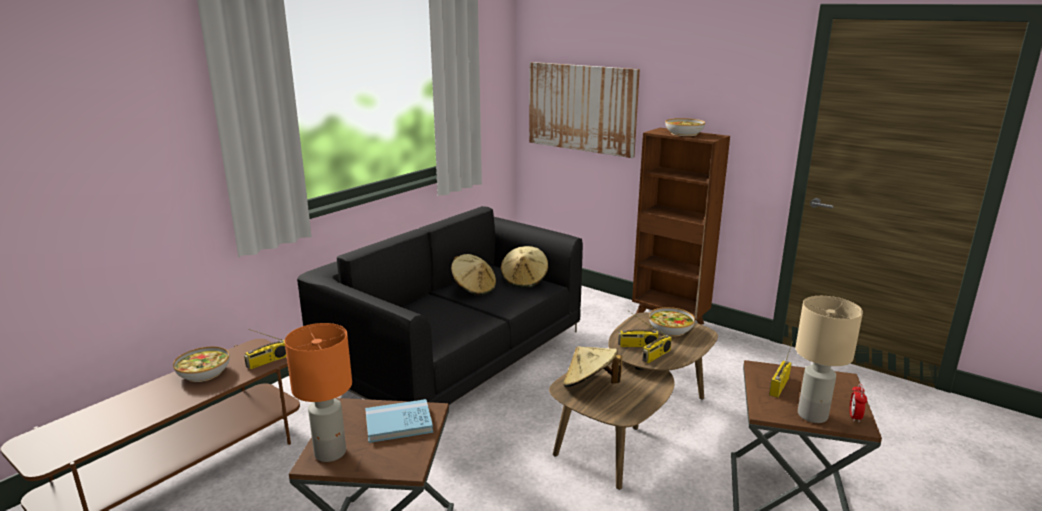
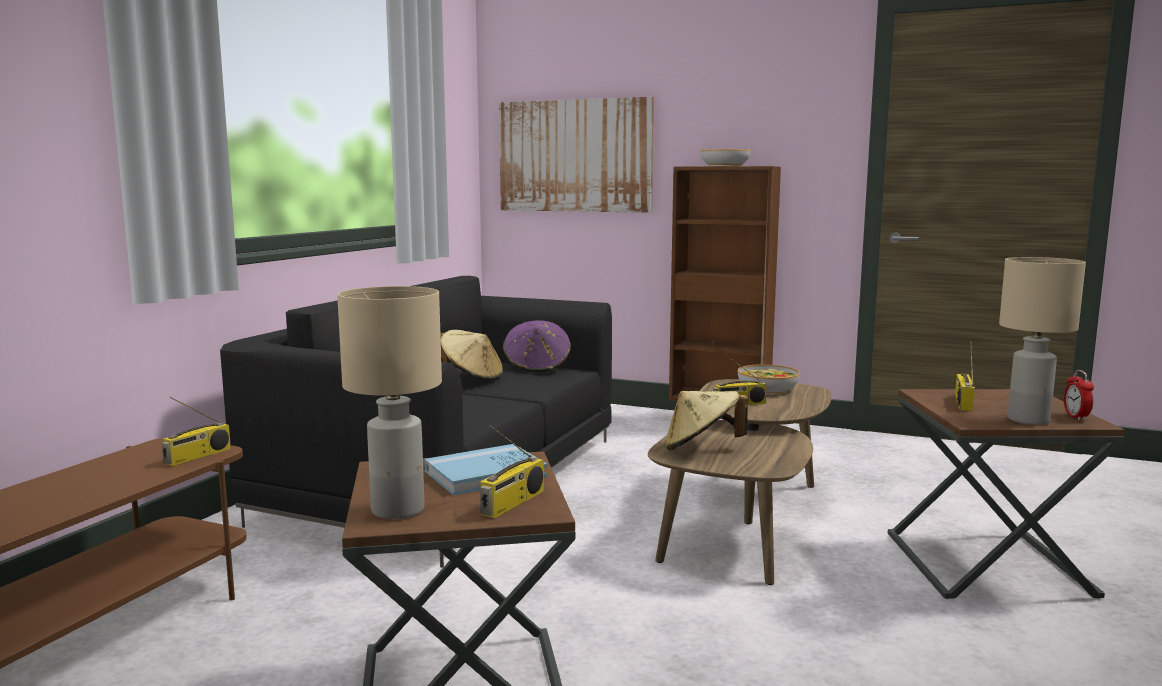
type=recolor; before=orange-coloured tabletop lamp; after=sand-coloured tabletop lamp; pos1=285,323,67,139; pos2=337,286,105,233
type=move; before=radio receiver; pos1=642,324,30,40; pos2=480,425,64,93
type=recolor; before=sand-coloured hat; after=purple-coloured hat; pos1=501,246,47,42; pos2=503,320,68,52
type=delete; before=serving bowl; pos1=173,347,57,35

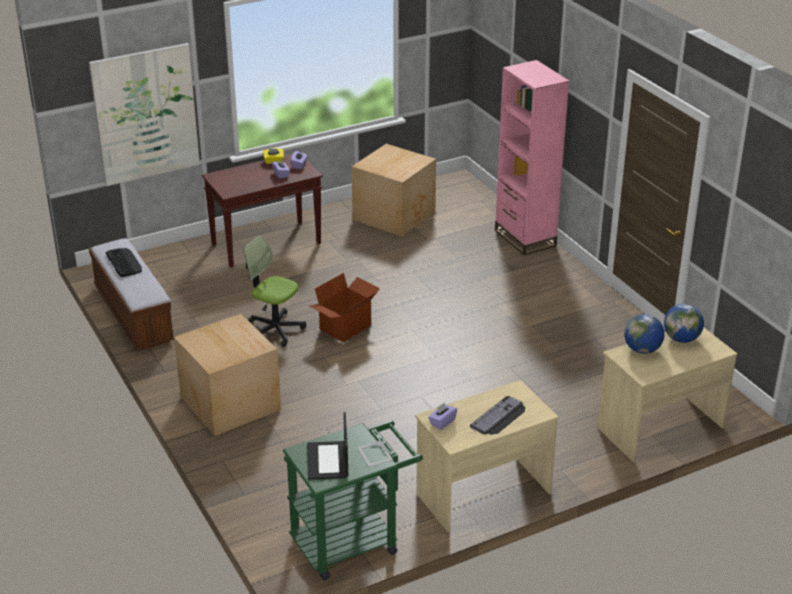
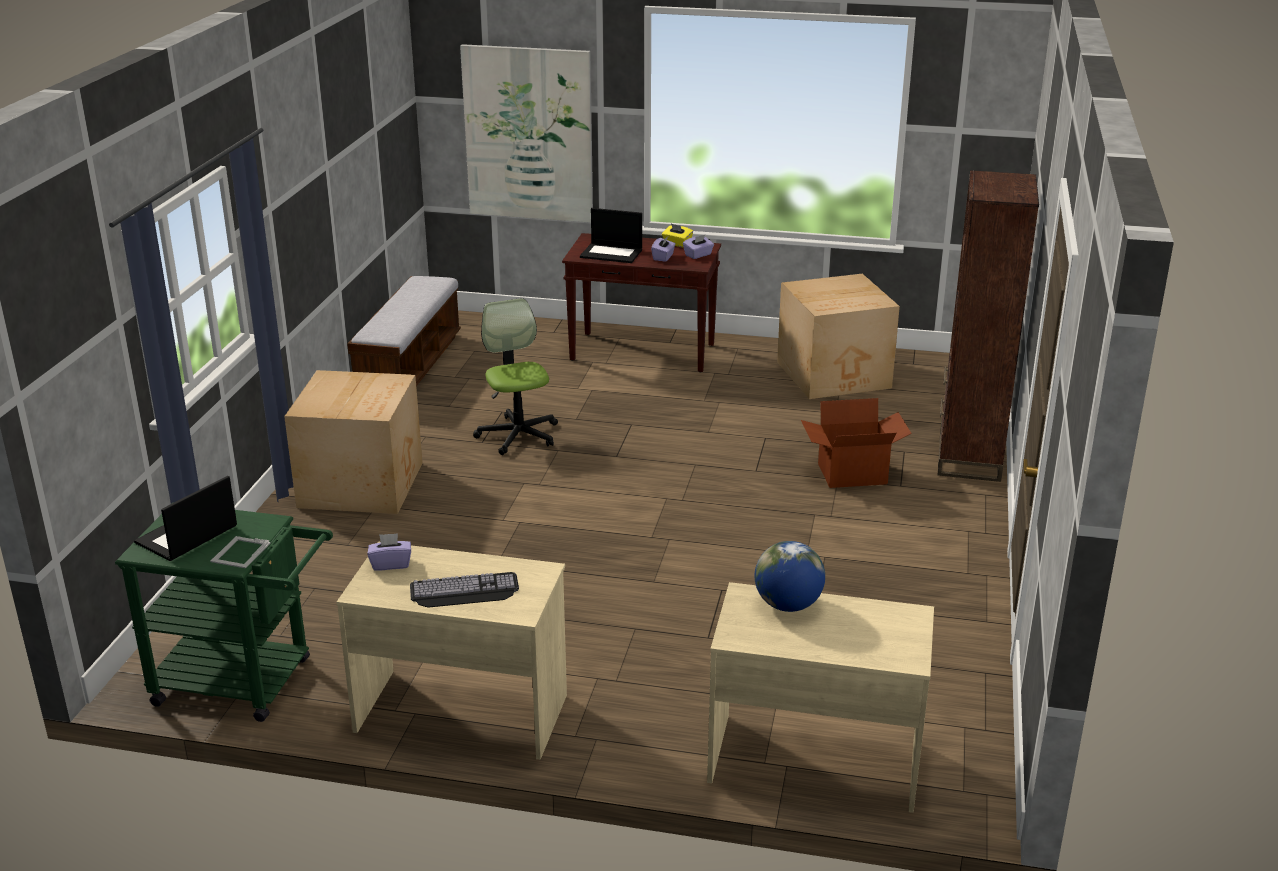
type=insert; after=laptop; pos2=580,208,62,55
type=move; before=cardboard box; pos1=309,273,71,69; pos2=801,398,111,90
type=recolor; before=pink shelving unit; after=brown-coloured shelving unit; pos1=495,60,74,195; pos2=938,170,101,312
type=delete; before=PC keyboard; pos1=106,248,36,29
type=delete; before=desk globe; pos1=664,304,40,39

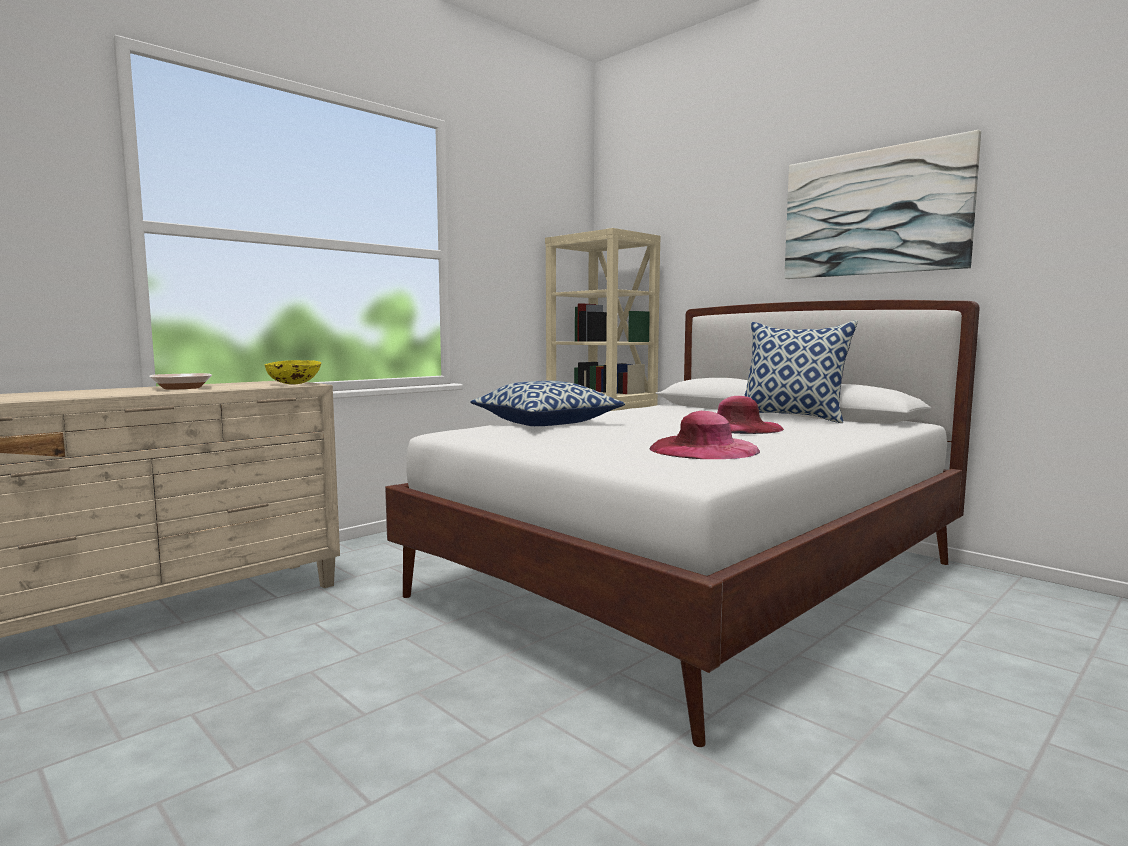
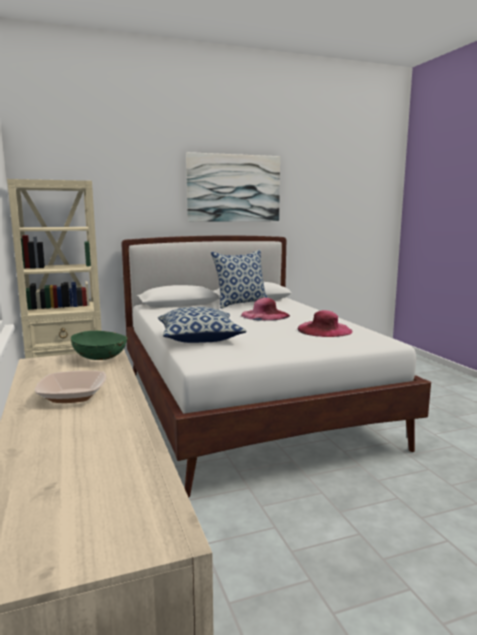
type=recolor; before=yellow-coloured serving bowl; after=green serving bowl; pos1=264,360,57,25; pos2=71,331,56,29

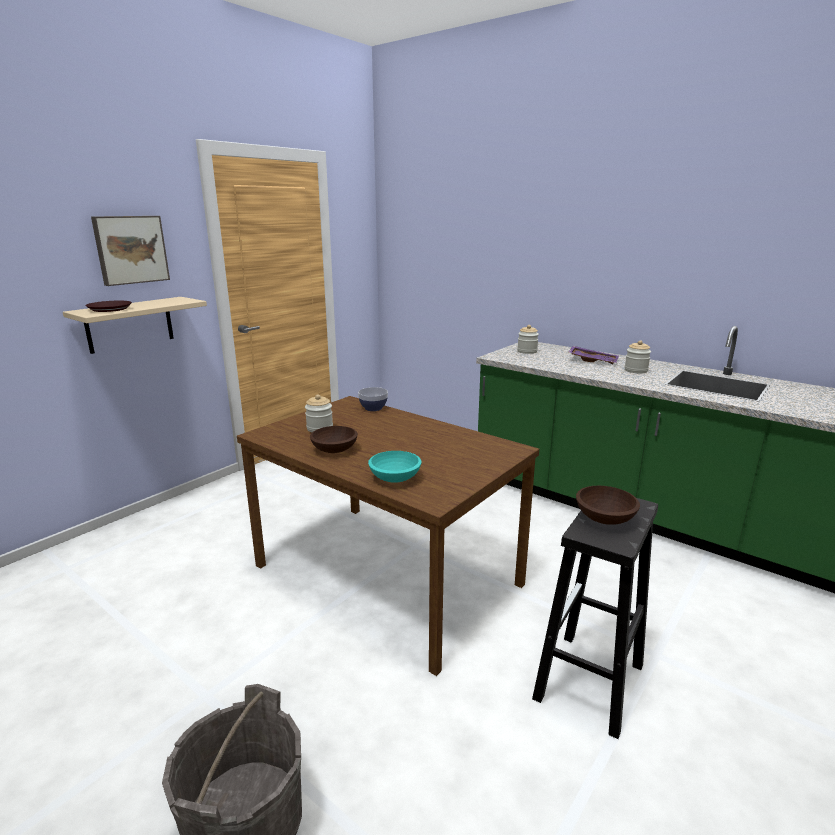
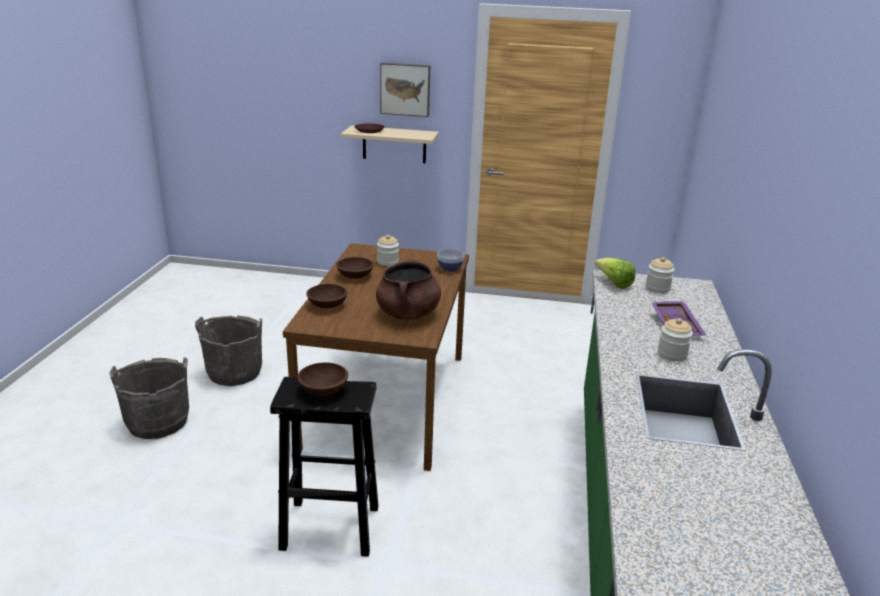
type=insert; after=gray water bucket; pos2=195,316,67,70
type=recolor; before=turquoise serving bowl; after=brown-coloured serving bowl; pos1=368,451,53,32; pos2=306,284,41,24
type=insert; after=brown-coloured stockpot; pos2=376,258,65,62
type=insert; after=head of lettuce; pos2=595,258,41,31

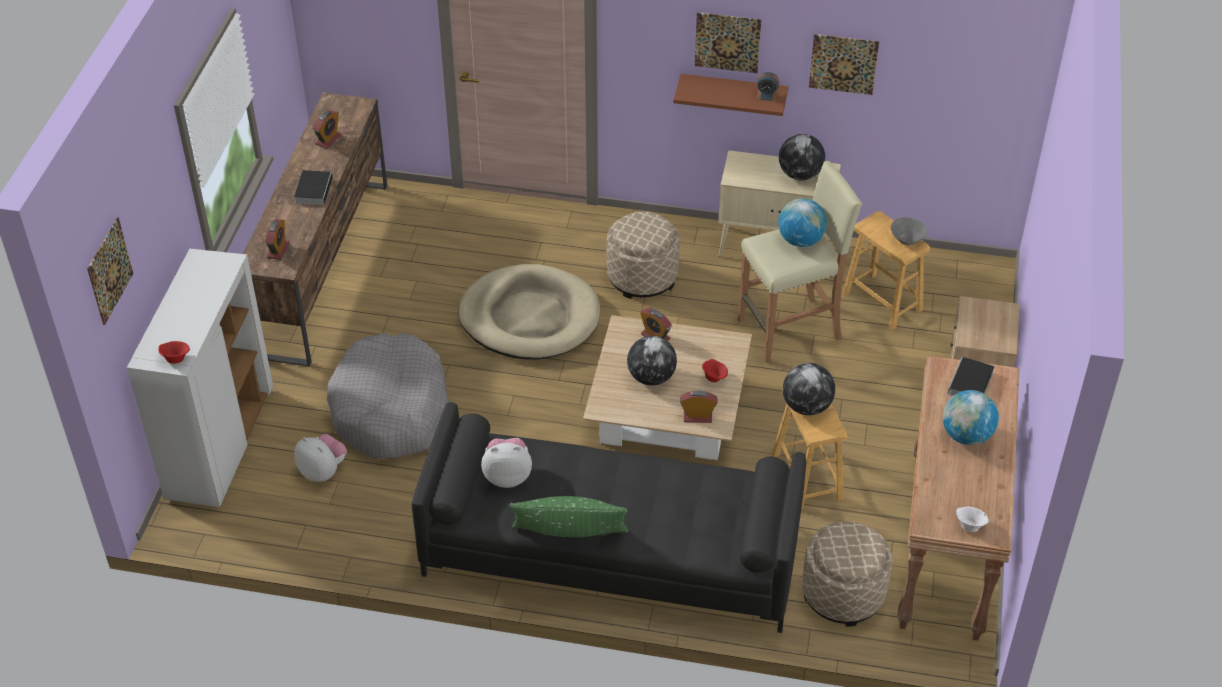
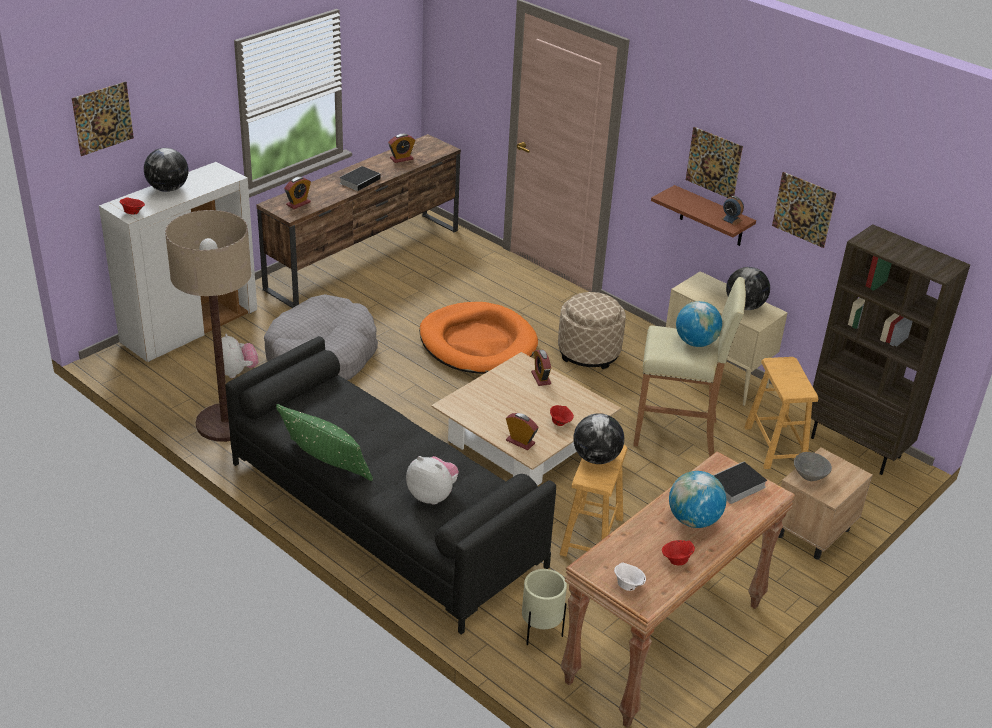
type=move; before=desk globe; pos1=627,336,50,50; pos2=144,148,45,44
type=insert; after=standing lamp; pos2=165,210,86,232
type=move; before=cuddly toy; pos1=481,438,51,50; pos2=406,456,53,49
type=recolor; before=sand-coloured dog cushion; after=orange-coloured dog cushion; pos1=458,264,142,96; pos2=419,302,119,72
type=replace; before=sand-coloured footrest; after=sand-coloured planter; pos1=802,522,90,104; pos2=522,569,45,76
type=insert; after=red-coloured serving bowl; pos2=662,540,33,25
type=move; before=gray serving bowl; pos1=891,217,36,28; pos2=794,452,38,29
type=insert; after=brown-coloured shelving unit; pos2=811,224,159,251

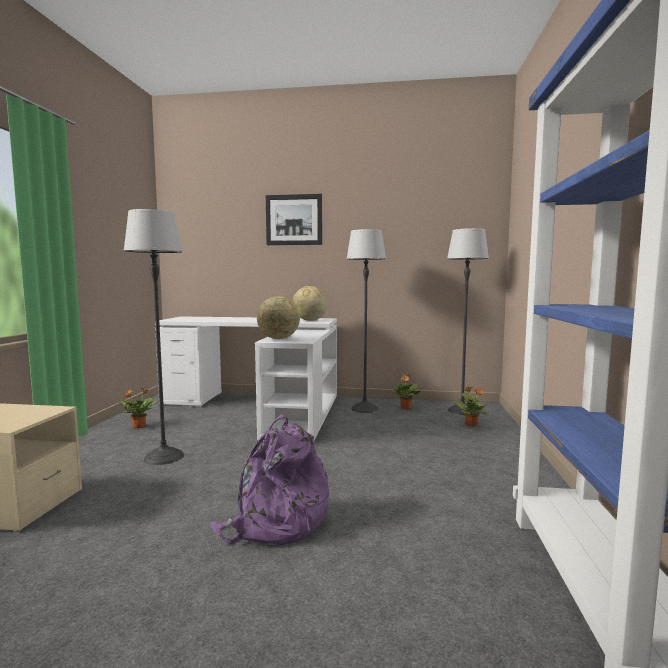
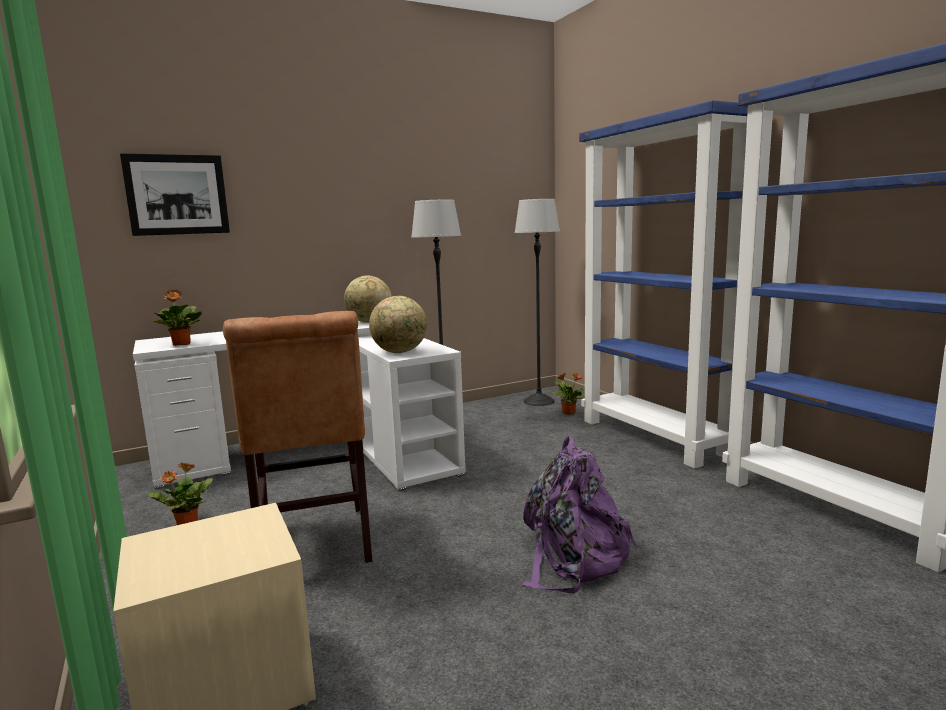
type=move; before=wall art; pos1=266,194,56,51; pos2=120,153,110,83
type=move; before=potted plant; pos1=393,373,28,36; pos2=153,290,49,56
type=replace; before=standing lamp; after=brown-coloured chair; pos1=124,209,60,256; pos2=223,311,149,252
type=insert; after=blue shelving unit; pos2=579,100,169,369

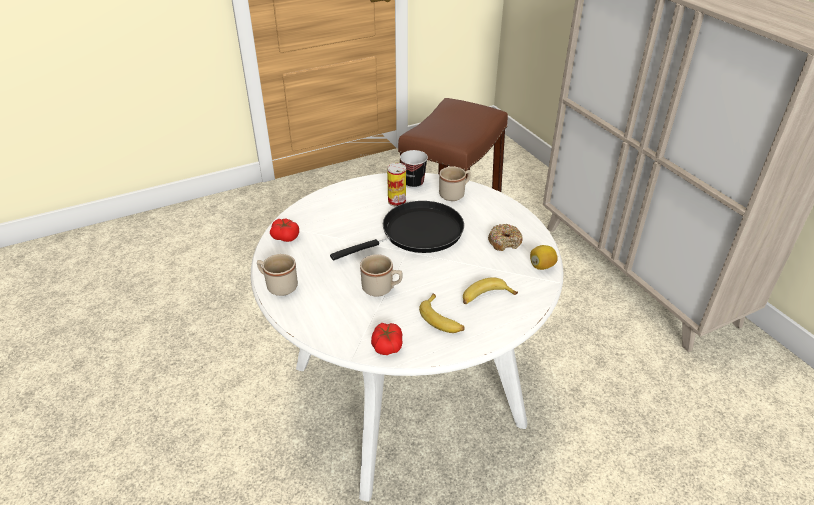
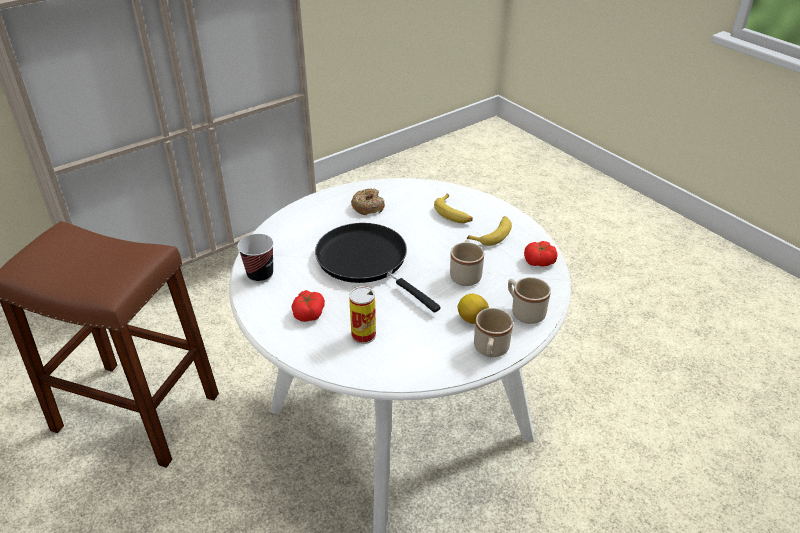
type=move; before=tomato; pos1=270,218,29,24; pos2=292,290,33,32
type=move; before=can; pos1=387,163,19,44; pos2=349,286,27,58
type=move; before=whole lemon; pos1=530,245,28,25; pos2=458,294,31,30
type=move; before=sand-coloured tea mug; pos1=439,167,31,34; pos2=508,277,43,47

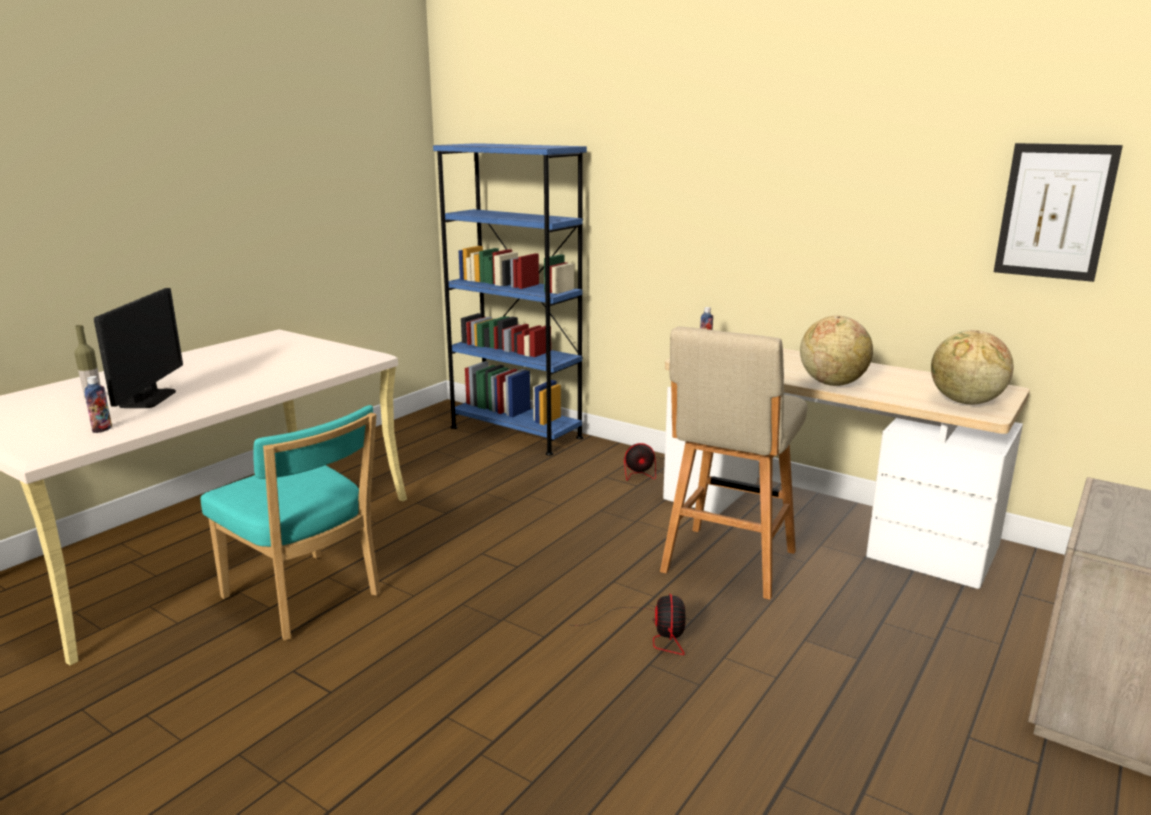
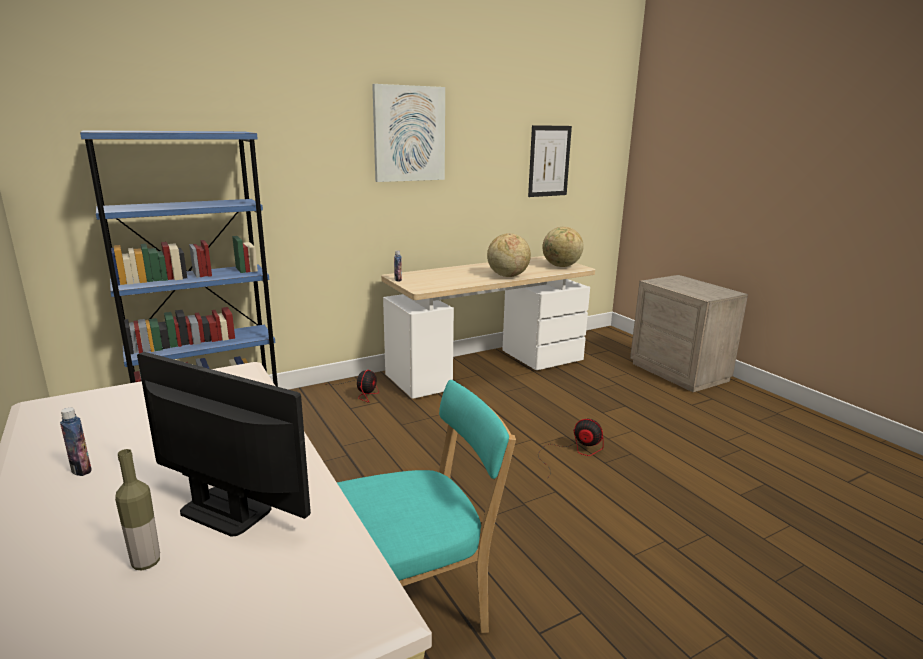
type=move; before=bottle; pos1=84,376,28,57; pos2=60,408,32,68
type=insert; after=wall art; pos2=372,84,73,98
type=delete; before=sand-coloured sitting stool; pos1=660,326,147,274

